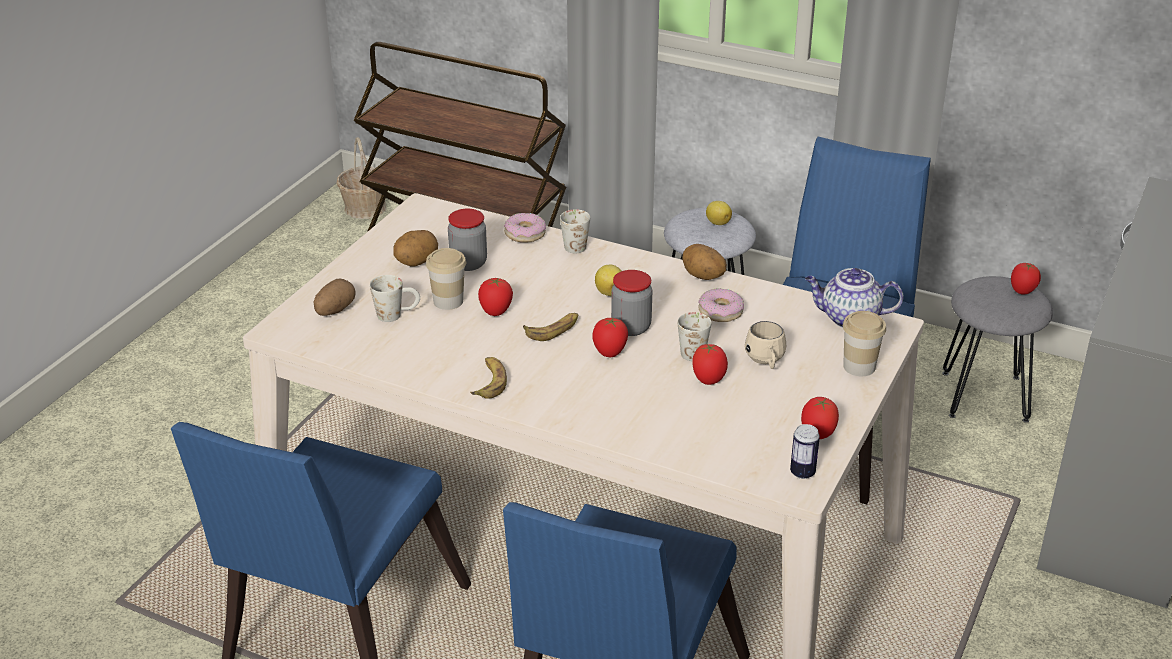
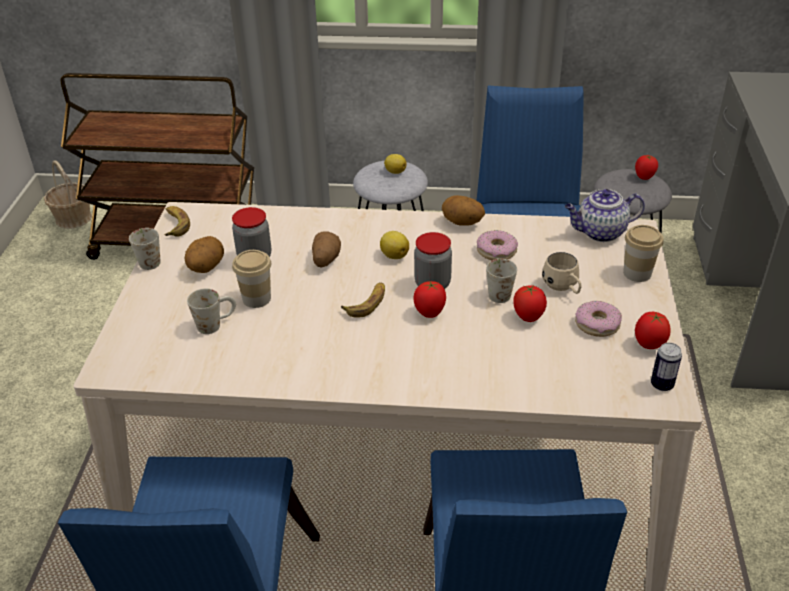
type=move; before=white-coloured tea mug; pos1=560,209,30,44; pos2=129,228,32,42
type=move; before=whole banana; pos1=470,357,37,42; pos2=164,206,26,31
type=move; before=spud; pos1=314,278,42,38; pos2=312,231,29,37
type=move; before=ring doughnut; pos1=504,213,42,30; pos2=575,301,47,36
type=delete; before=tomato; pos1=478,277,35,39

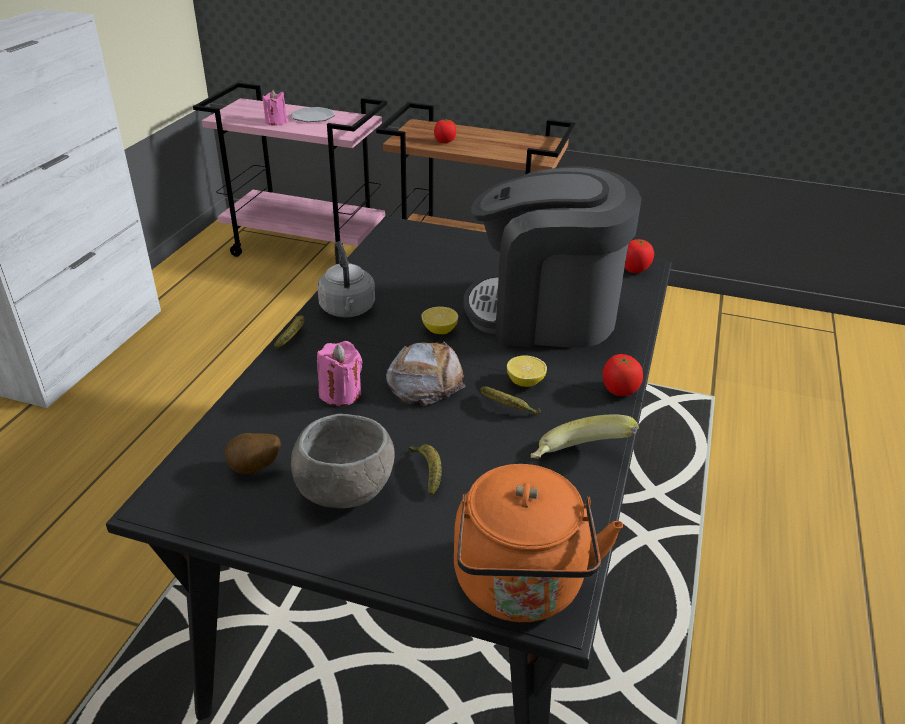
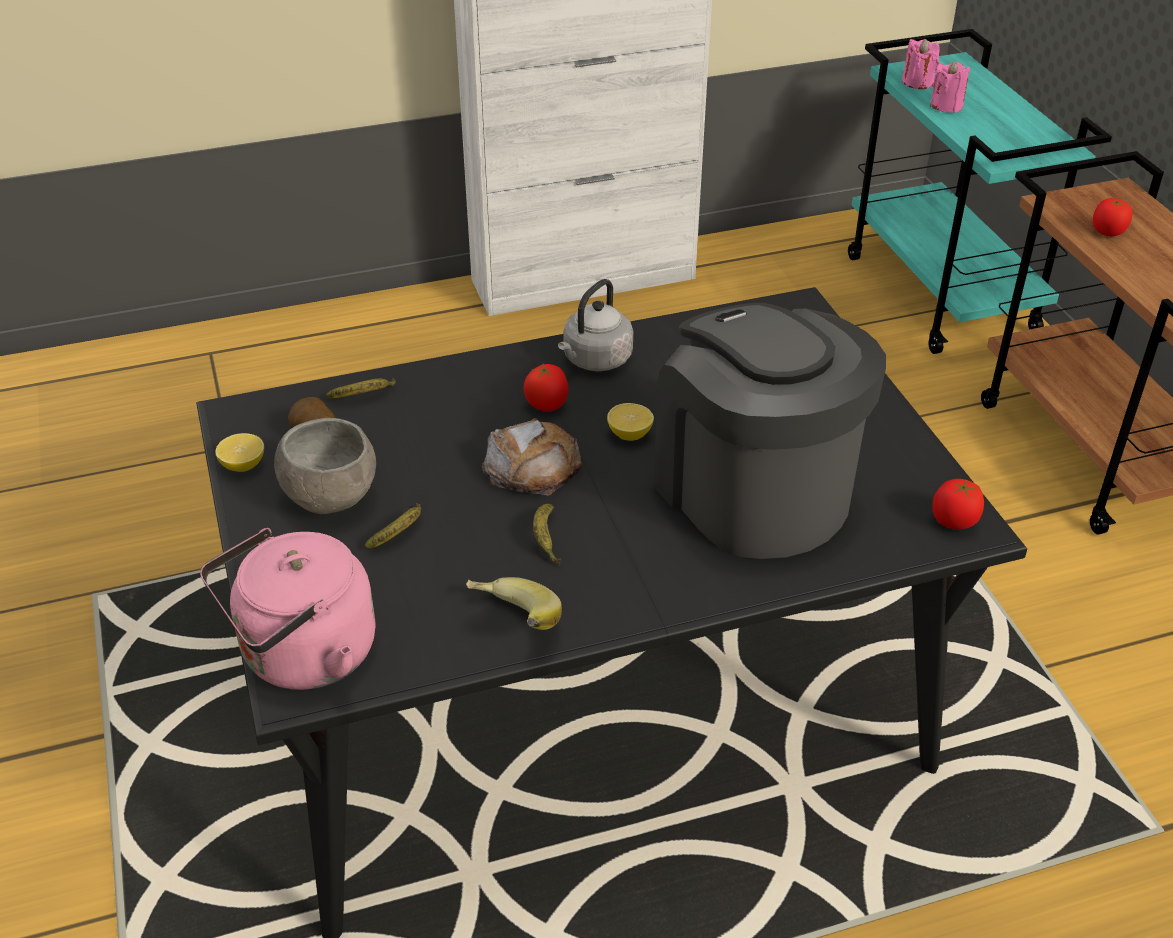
type=recolor; before=orange-coloured water kettle; after=pink water kettle; pos1=454,464,169,158; pos2=200,528,175,162
type=move; before=whole lemon; pos1=507,355,40,32; pos2=215,433,49,39
type=move; before=whole banana; pos1=274,315,31,33; pos2=327,378,69,20
type=move; before=tomato; pos1=603,354,40,42; pos2=523,364,45,48
type=recolor; before=pink cart; after=turquoise cart; pos1=193,82,194,175; pos2=848,29,264,325
type=move; before=pink wax light; pos1=317,341,46,65; pos2=902,39,38,50
type=delete; before=flat dish; pos1=291,107,44,15

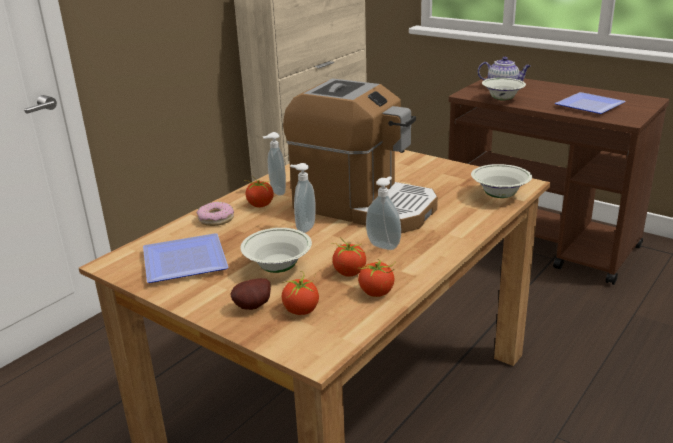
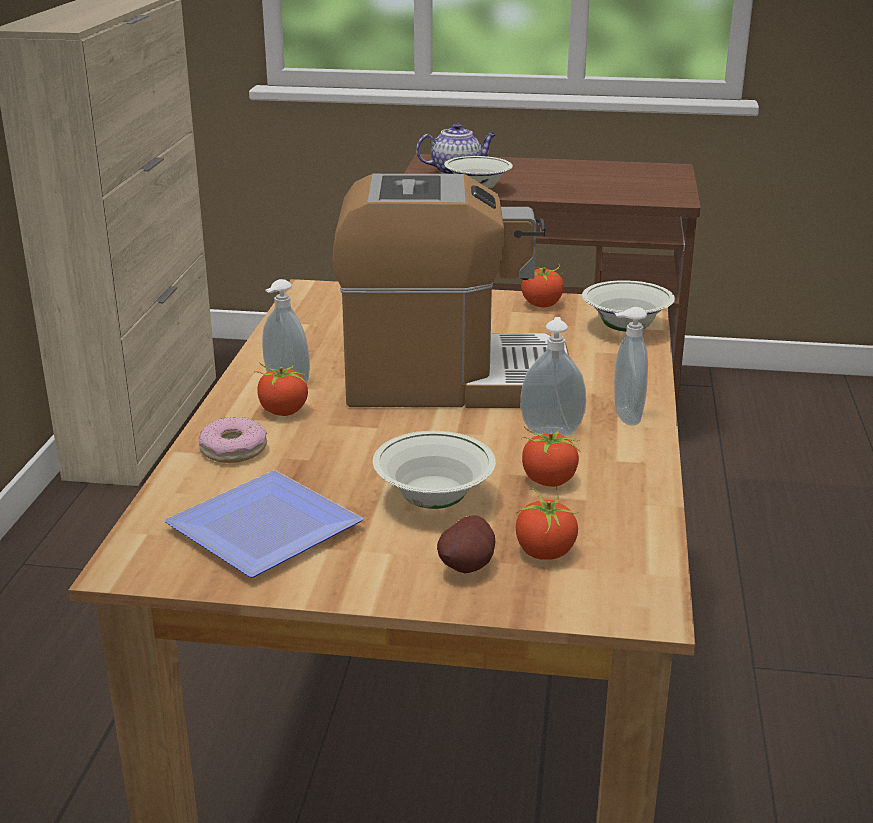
type=move; before=tomato; pos1=358,260,37,37; pos2=522,264,45,43
type=move; before=soap dispenser; pos1=290,163,26,70; pos2=614,307,34,118
type=delete; before=flat dish; pos1=555,92,71,22

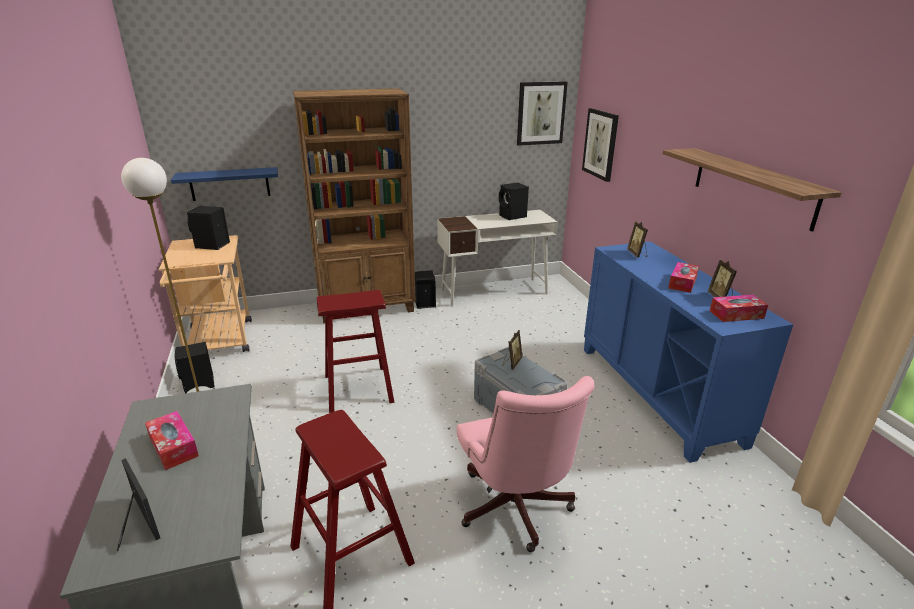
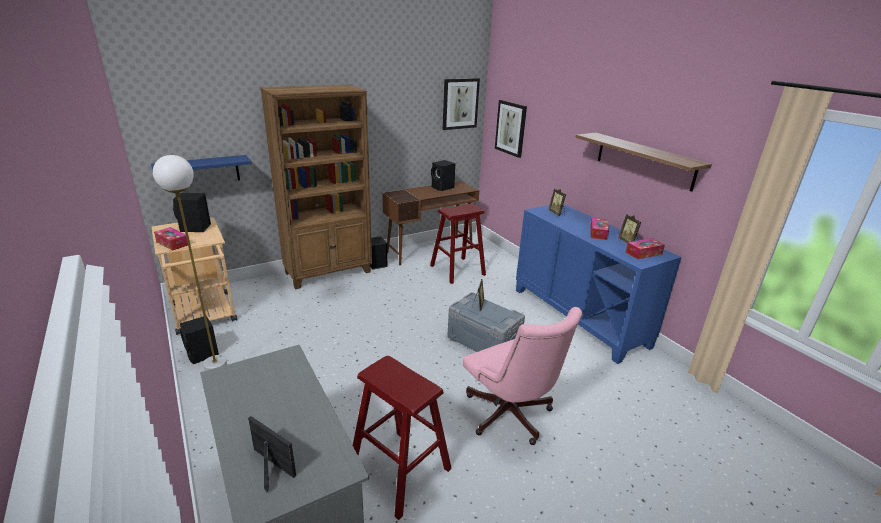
type=move; before=tissue box; pos1=145,411,54,59; pos2=154,227,34,24
type=recolor; before=white-coloured desk table; after=brown-coloured desk table; pos1=437,210,121,97; pos2=382,181,97,84
type=move; before=red-coloured sitting stool; pos1=316,290,78,123; pos2=430,204,56,80

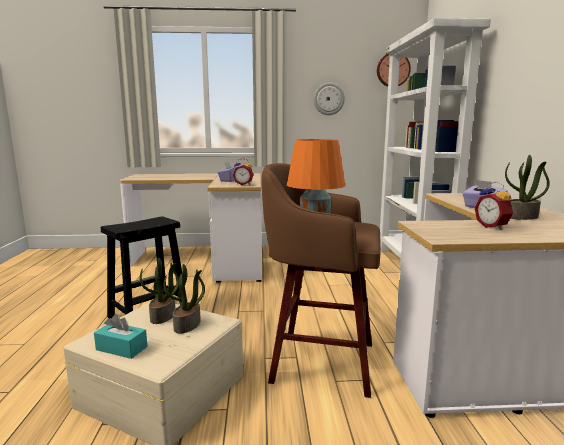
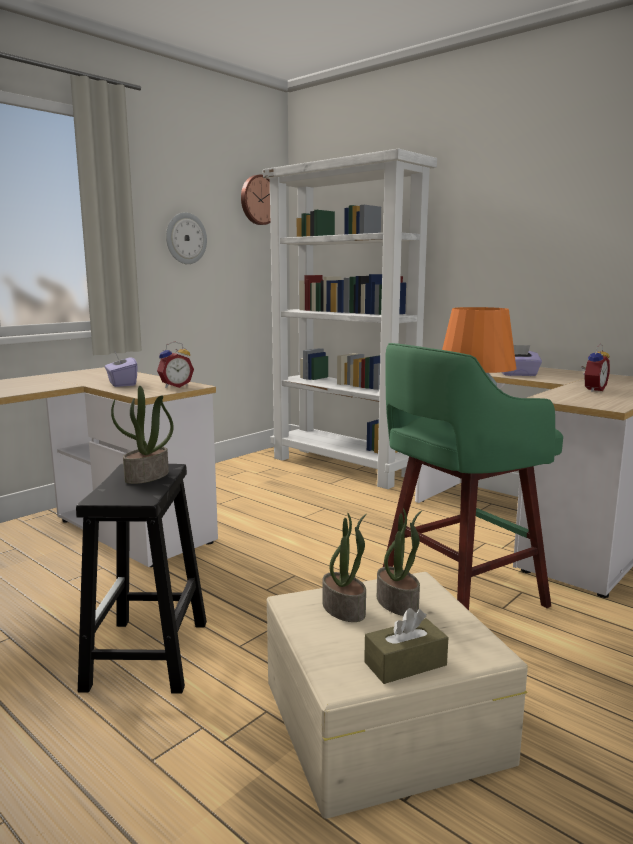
type=move; before=potted plant; pos1=505,155,45,65; pos2=111,386,63,98
type=recolor; before=turquoise tissue box; after=brown-coloured tissue box; pos1=94,314,54,45; pos2=364,608,84,76
type=recolor; before=brown-coloured sitting stool; after=green sitting stool; pos1=262,163,119,235; pos2=383,343,180,267
type=rotate; before=alarm clock; pos1=475,182,38,48; pos2=582,344,28,48; turn=-75

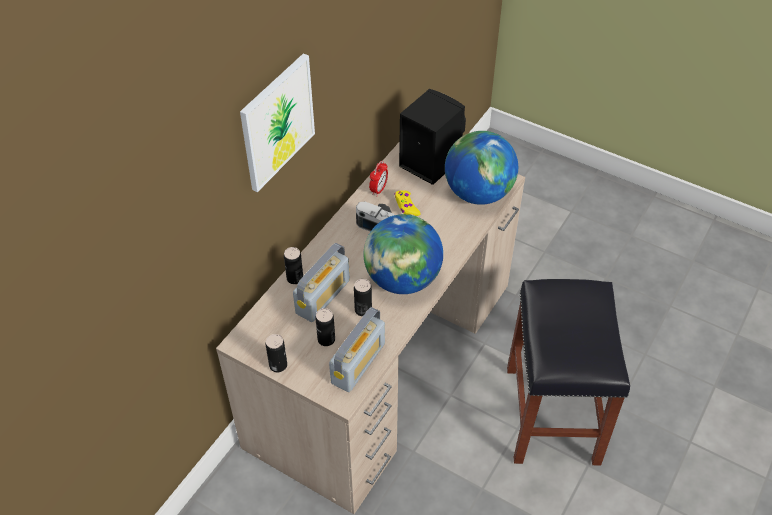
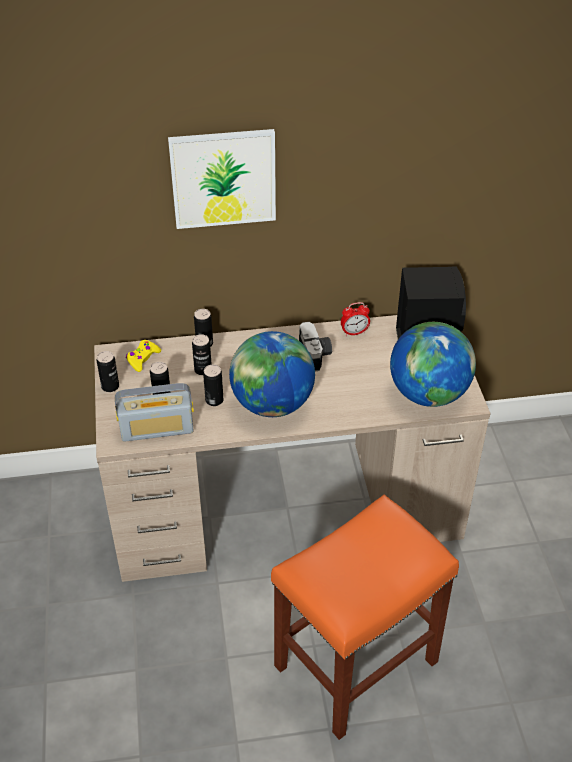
type=move; before=yellow-coloured game controller; pos1=394,190,27,26; pos2=126,340,35,32
type=replace; before=radio receiver; after=can; pos1=293,243,57,79; pos2=192,334,20,41
type=recolor; before=blackish sitting stool; after=orange-coloured sitting stool; pos1=507,279,123,187; pos2=271,495,188,245

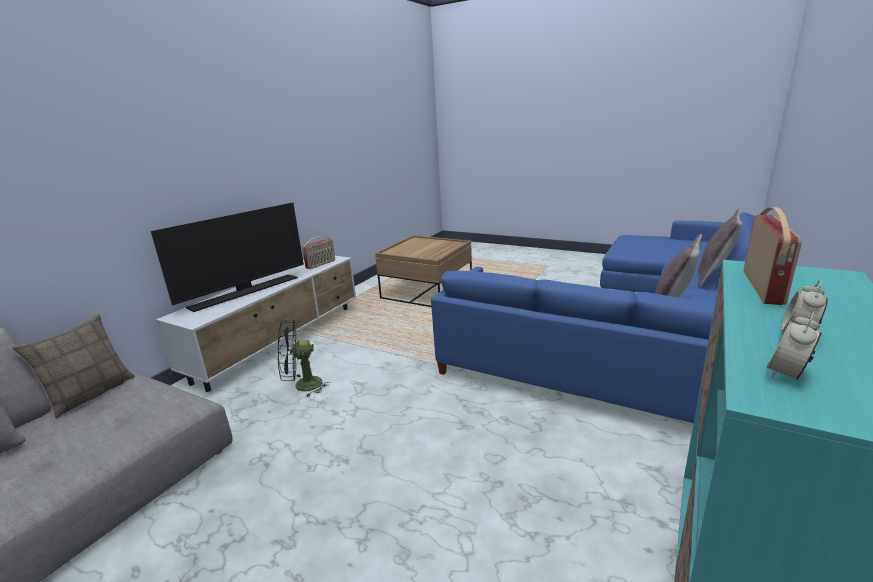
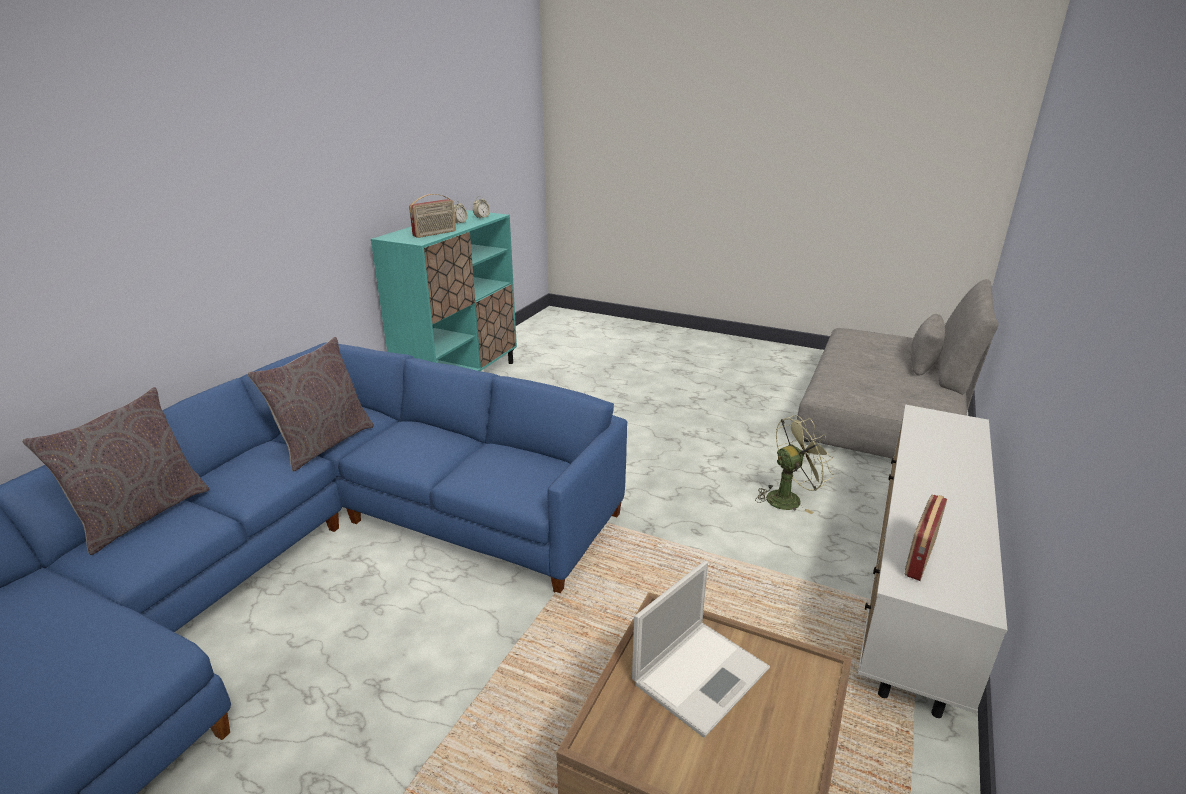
type=rotate; before=radio receiver; pos1=744,207,58,98; pos2=409,194,47,44; turn=-150
type=insert; after=laptop; pos2=632,561,138,177
type=recolor; before=blackish fan; after=green fan; pos1=278,320,53,77; pos2=755,415,79,99
type=delete; before=pillow; pos1=12,314,123,104
type=delete; before=TV; pos1=151,203,153,109

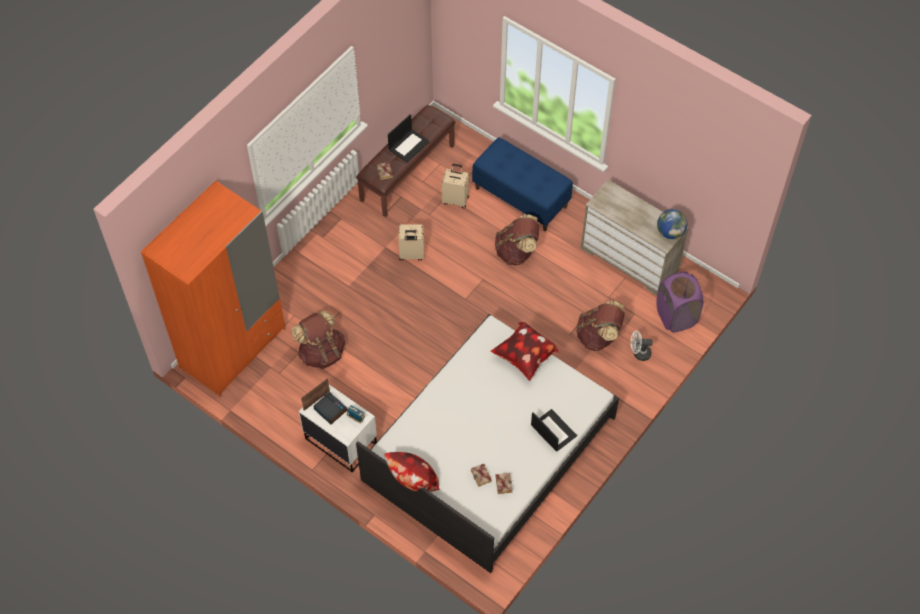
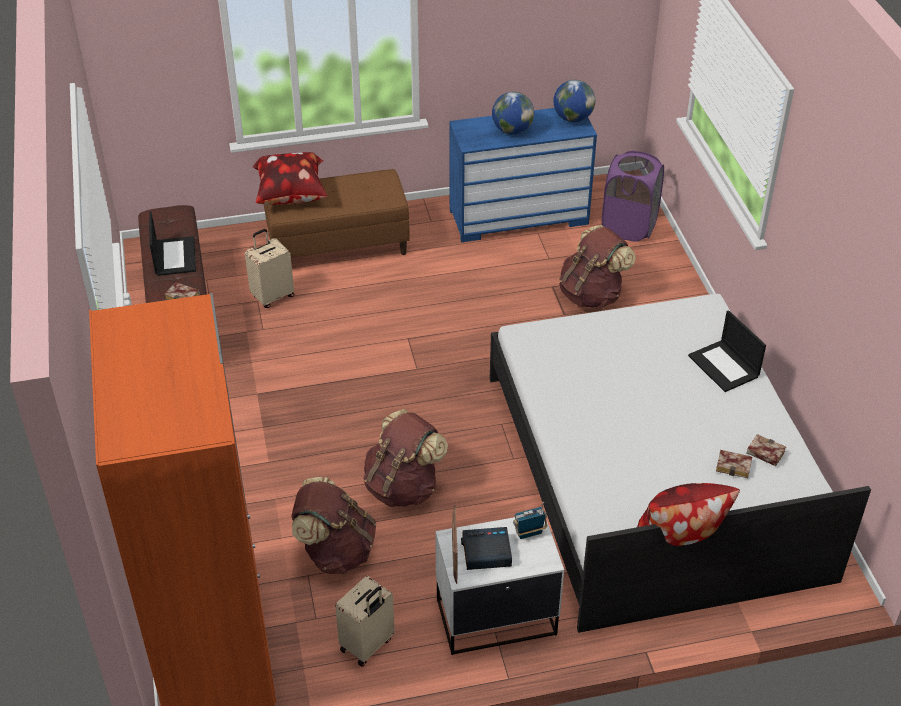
type=move; before=pillow; pos1=491,322,68,59; pos2=252,152,75,53
type=recolor; before=blue indoor bench; after=brown-coloured indoor bench; pos1=472,137,101,94; pos2=264,169,146,88
type=move; before=sand-coloured suitcase; pos1=398,224,26,37; pos2=335,576,60,91
type=move; before=brown-coloured backpack; pos1=495,214,44,51; pos2=363,409,85,98
type=recolor; before=sand-coloured drawer chest; after=blue drawer chest; pos1=581,180,108,115; pos2=449,108,148,134
type=insert; after=desk globe; pos2=492,92,42,43
type=rotate; before=laptop; pos1=531,409,46,42; pos2=688,310,78,82; turn=-120
type=delete; before=white-coloured fan; pos1=630,330,23,31

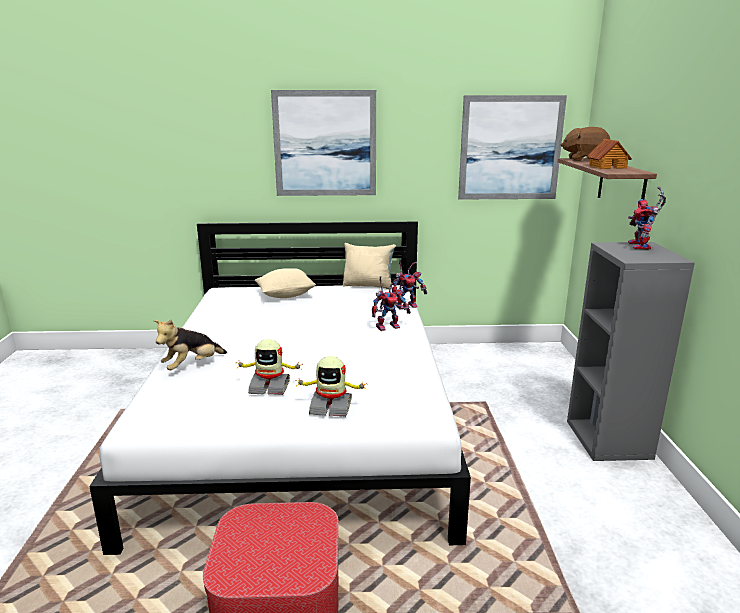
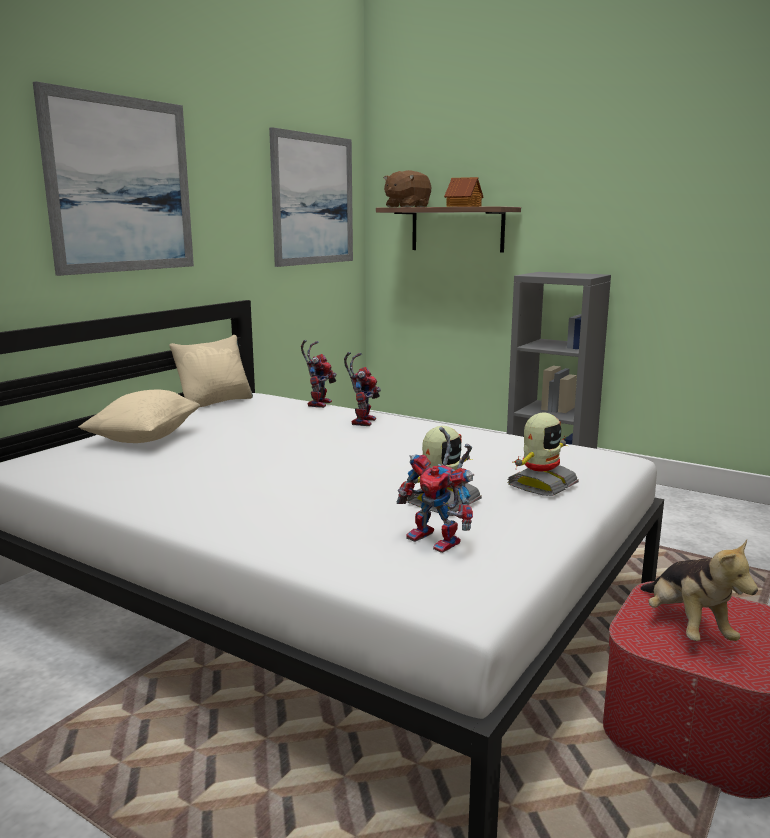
type=move; before=robot figure; pos1=628,186,38,64; pos2=397,427,77,126
type=move; before=cuddly toy; pos1=153,319,74,51; pos2=640,539,118,102

